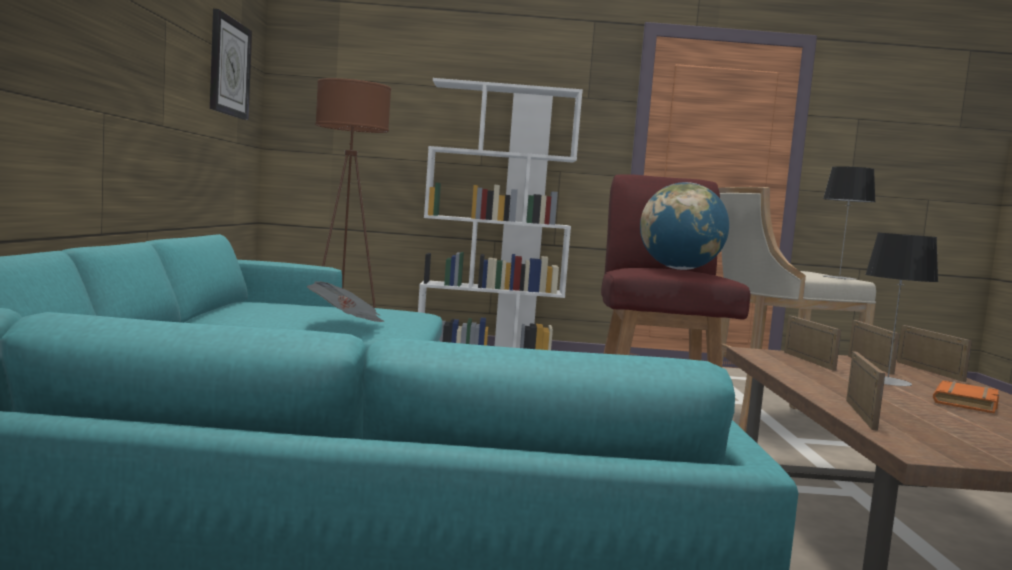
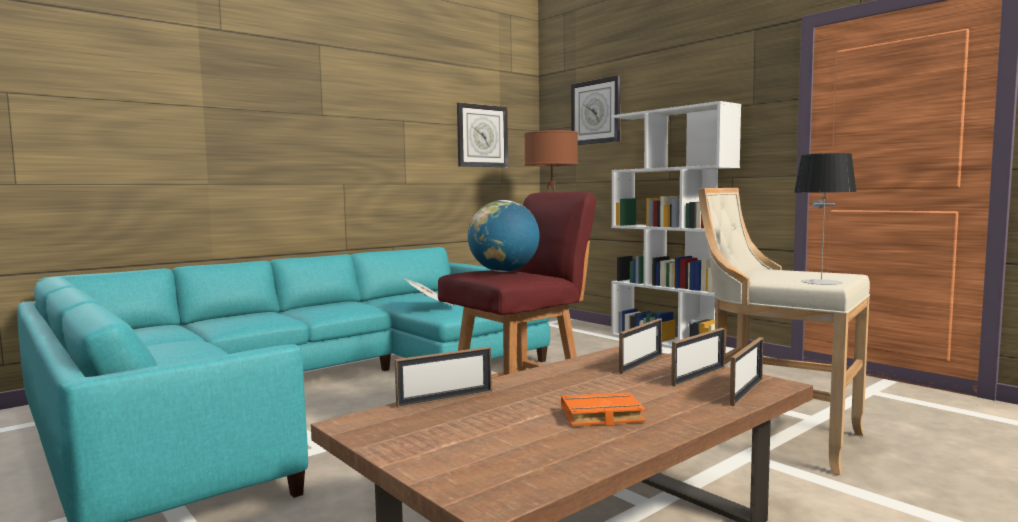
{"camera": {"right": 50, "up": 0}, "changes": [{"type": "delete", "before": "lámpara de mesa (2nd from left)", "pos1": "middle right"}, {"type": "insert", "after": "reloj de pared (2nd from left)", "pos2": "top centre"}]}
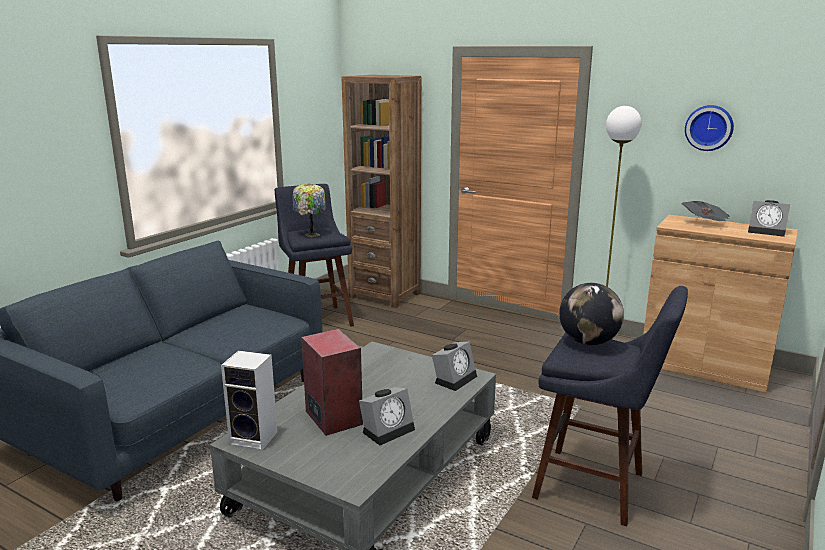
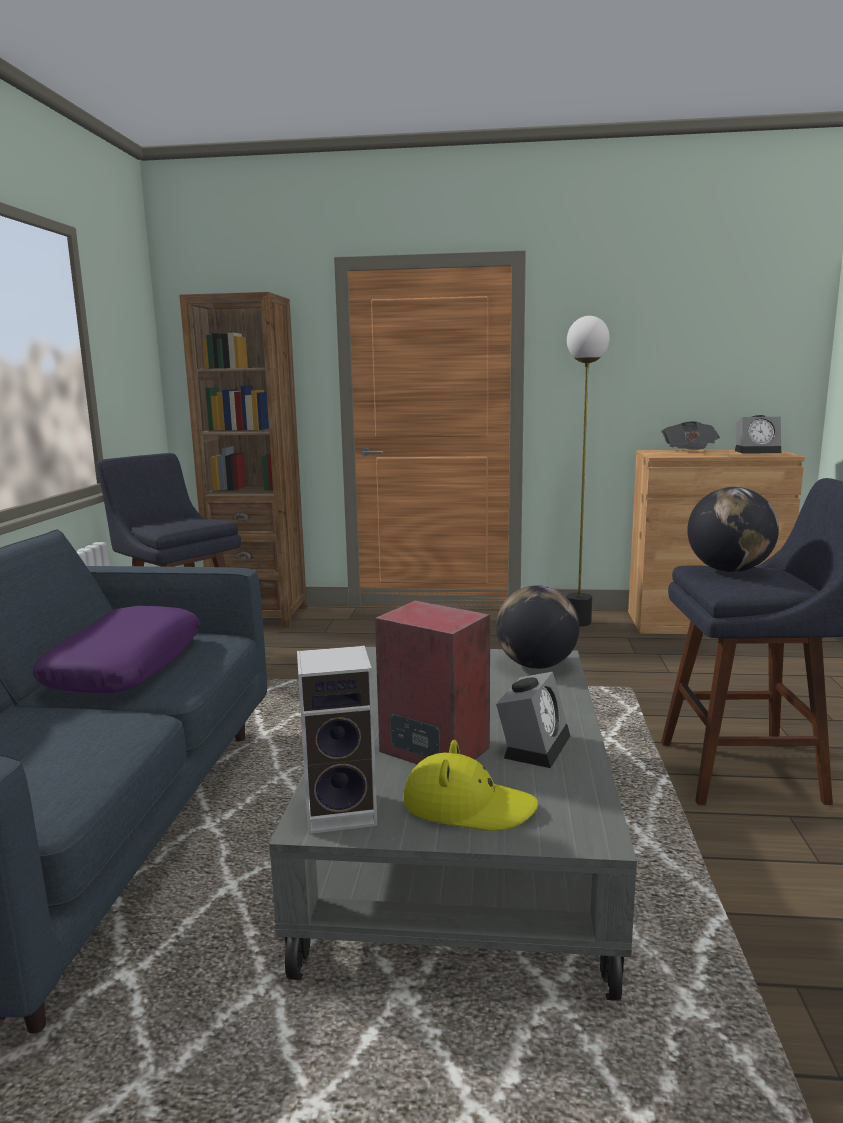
{"camera": {"right": -25, "up": -5}, "changes": [{"type": "delete", "before": "lámpara de mesa", "pos1": "centre"}, {"type": "delete", "before": "reloj de pared", "pos1": "top right"}, {"type": "insert", "after": "cojín [morado]", "pos2": "middle left"}, {"type": "insert", "after": "sombrero [amarillo]", "pos2": "bottom centre"}, {"type": "replace", "before": "despertador (2nd from left)", "after": "globo terráqueo (1st from left)", "pos1": "centre", "pos2": "centre"}]}
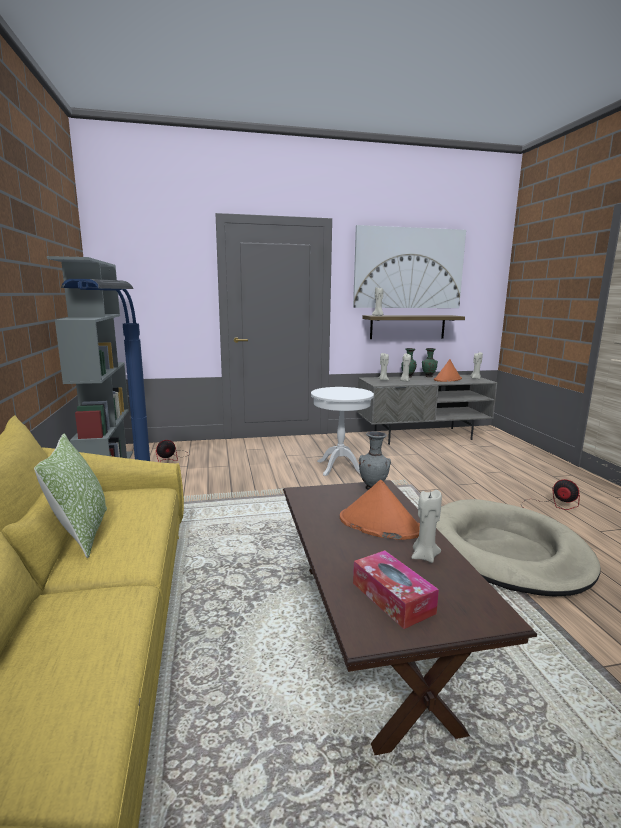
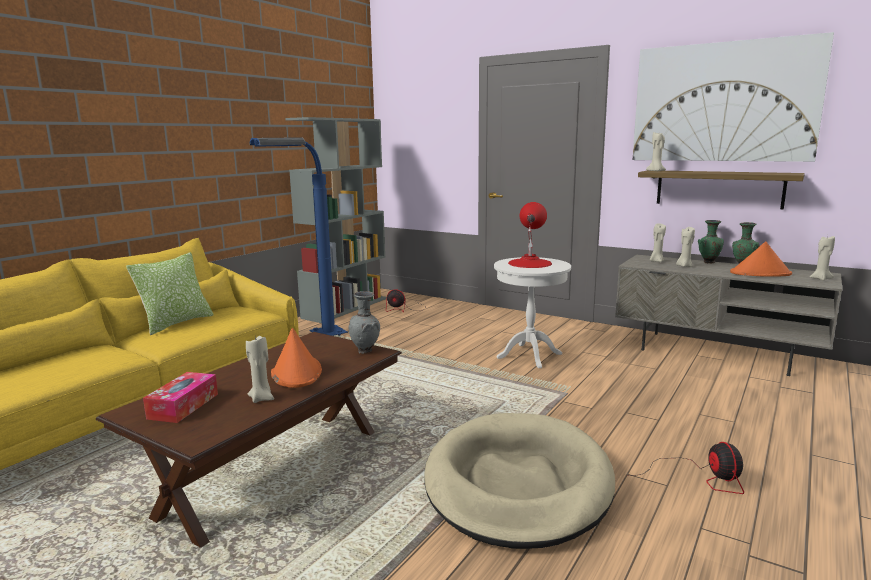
{"camera": {"right": 45, "up": 0}, "changes": [{"type": "insert", "after": "lámpara de mesa [rojo]", "pos2": "centre"}]}
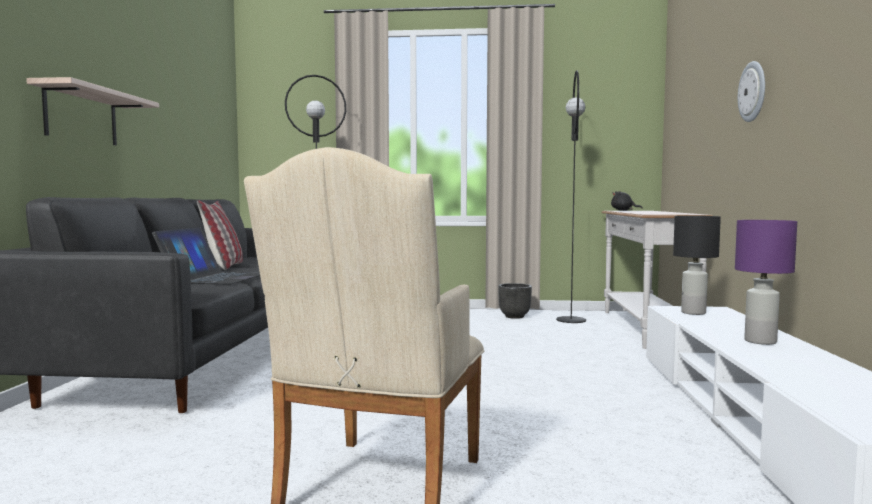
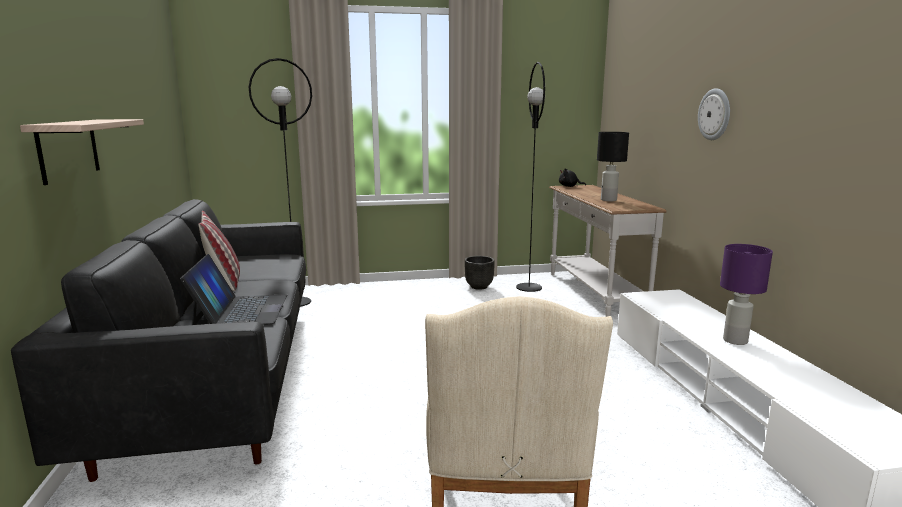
{"camera": {"right": -15, "up": 10}, "changes": [{"type": "move", "before": "lámpara de mesa [negro]", "pos1": "middle right", "pos2": "top right"}]}
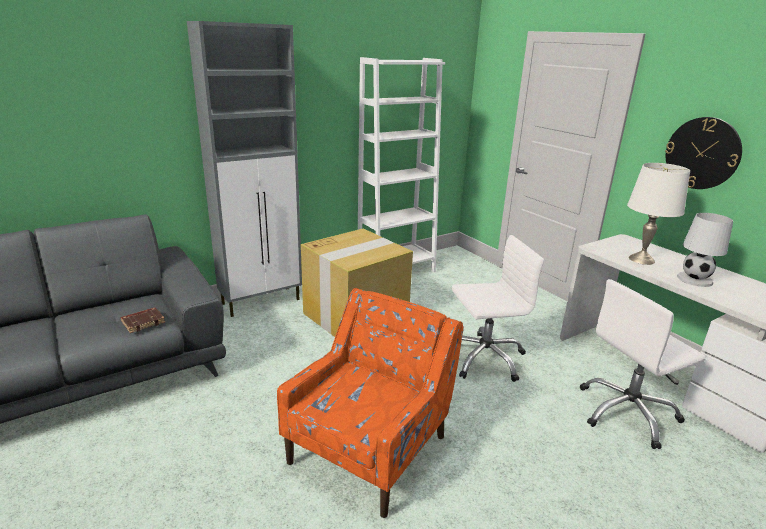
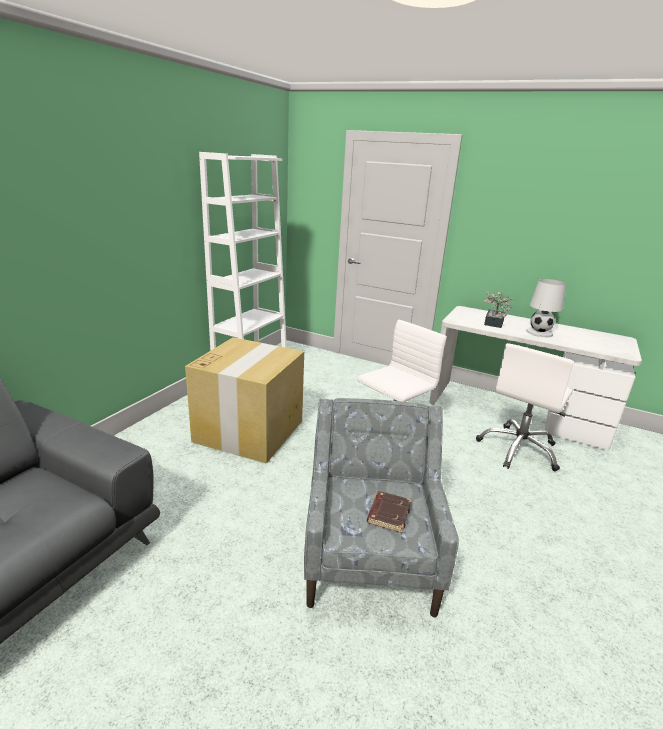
{"camera": {"right": -30, "up": 0}, "changes": [{"type": "delete", "before": "armario [gris]", "pos1": "top left"}, {"type": "delete", "before": "reloj de pared", "pos1": "top right"}, {"type": "move", "before": "libro [marrón]", "pos1": "middle left", "pos2": "bottom centre"}, {"type": "replace", "before": "lámpara de mesa [blanco] (1st from left)", "after": "planta en maceta", "pos1": "middle right", "pos2": "middle right"}, {"type": "recolor", "before": "sillón [naranja]", "after": "sillón [gris]", "pos1": "bottom centre", "pos2": "bottom centre"}]}
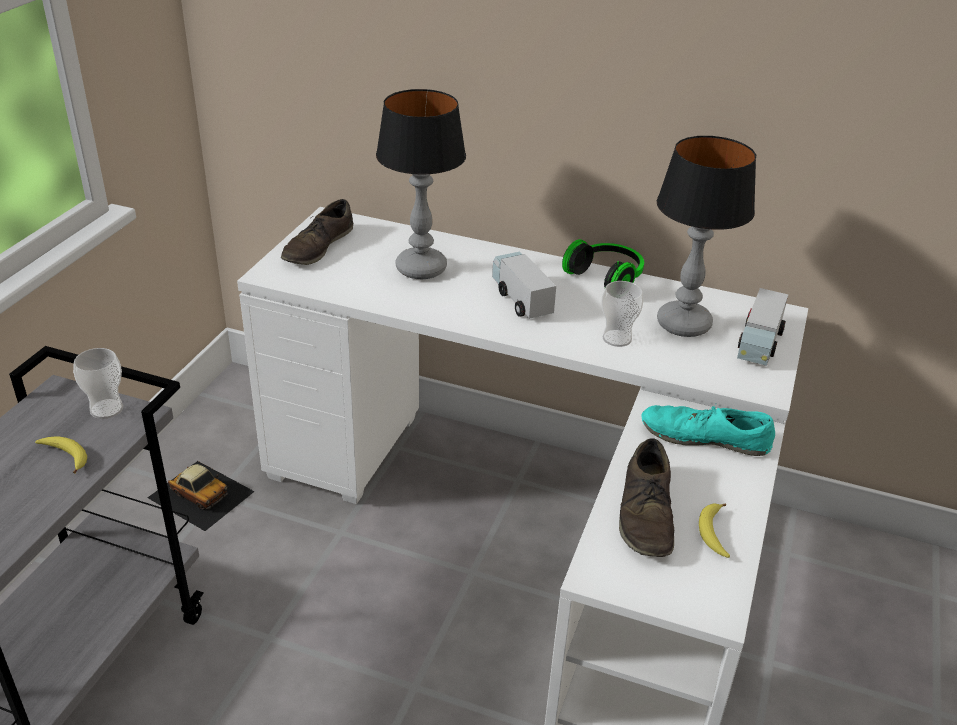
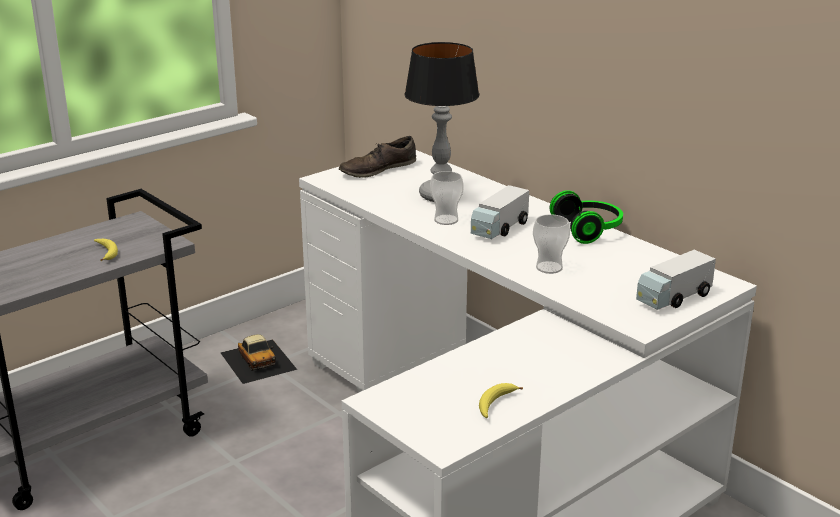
{"camera": {"right": 30, "up": -10}, "changes": [{"type": "delete", "before": "zapato [marrón] (2nd from left)", "pos1": "bottom right"}, {"type": "delete", "before": "zapato [turquesa]", "pos1": "middle right"}, {"type": "delete", "before": "lámpara de mesa (2nd from left)", "pos1": "top right"}, {"type": "move", "before": "taza (1st from left)", "pos1": "middle left", "pos2": "centre"}, {"type": "rotate", "before": "camión de juguete (1st from left)", "pos1": "centre", "pos2": "centre", "turn": -150}]}
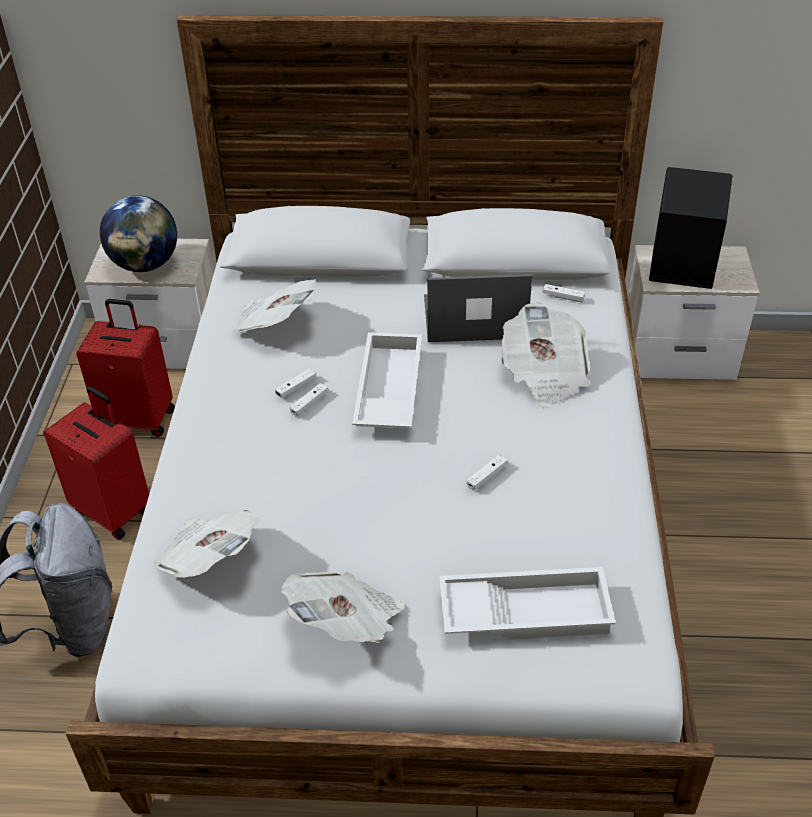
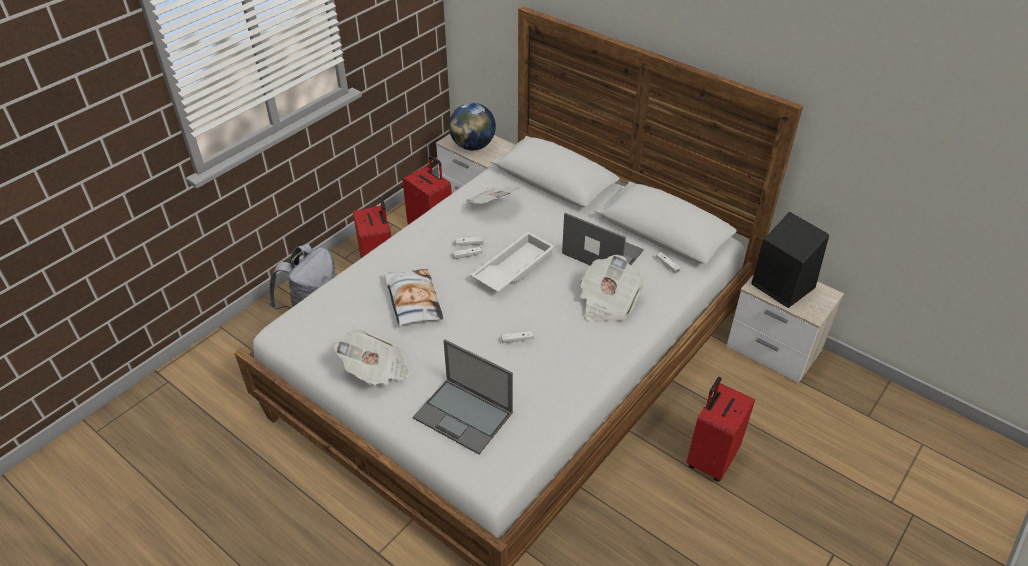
{"camera": {"right": 35, "up": 0}, "changes": [{"type": "delete", "before": "periódico (1st from left)", "pos1": "middle left"}, {"type": "insert", "after": "cojín", "pos2": "centre"}, {"type": "insert", "after": "maleta [rojo] (3rd from left)", "pos2": "bottom right"}, {"type": "replace", "before": "bandeja [blanco] (2nd from left)", "after": "portátil (1st from left)", "pos1": "bottom centre", "pos2": "bottom centre"}]}
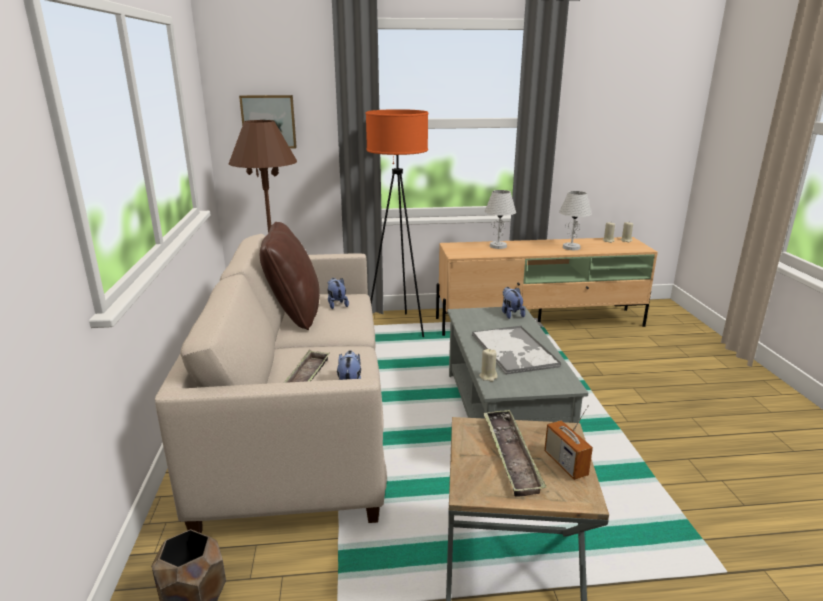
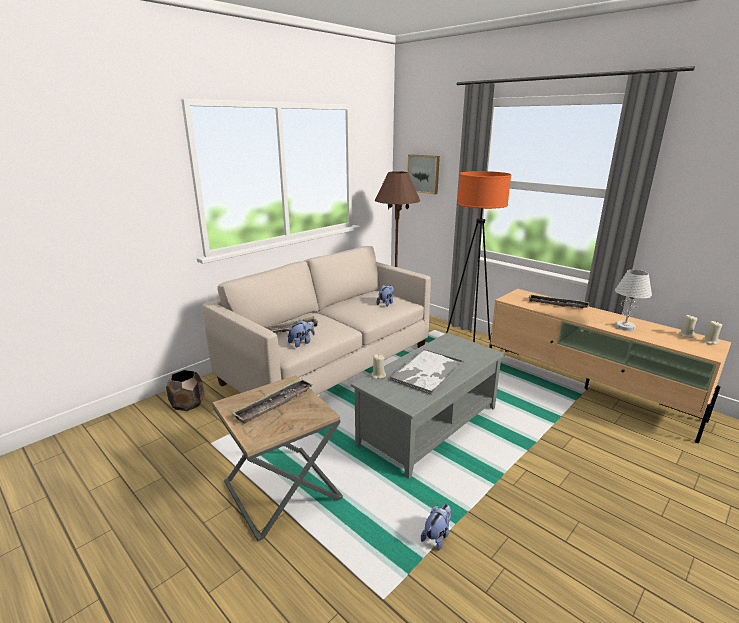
{"camera": {"right": 50, "up": 0}, "changes": [{"type": "delete", "before": "cojín [marrón]", "pos1": "centre"}, {"type": "delete", "before": "radio", "pos1": "bottom right"}, {"type": "move", "before": "peluche (3rd from left)", "pos1": "centre", "pos2": "bottom centre"}, {"type": "replace", "before": "lámpara de mesa [blanco] (1st from left)", "after": "bandeja (4th from left)", "pos1": "centre", "pos2": "middle right"}]}
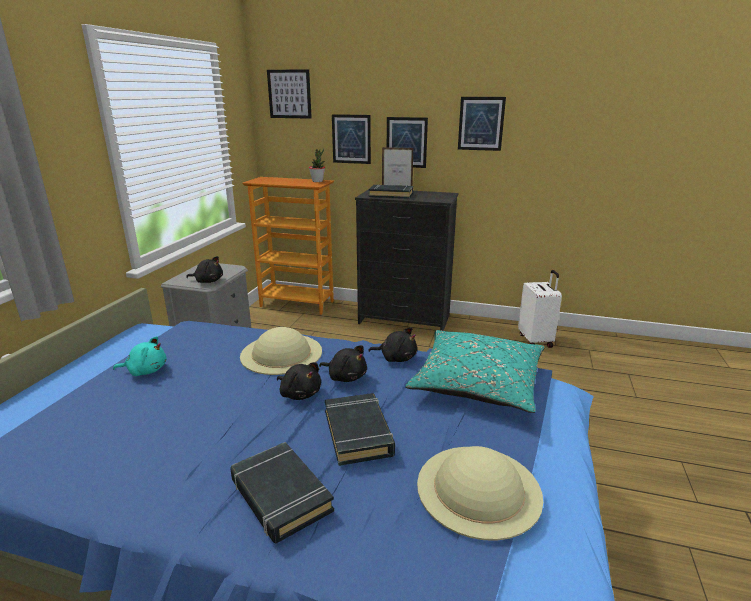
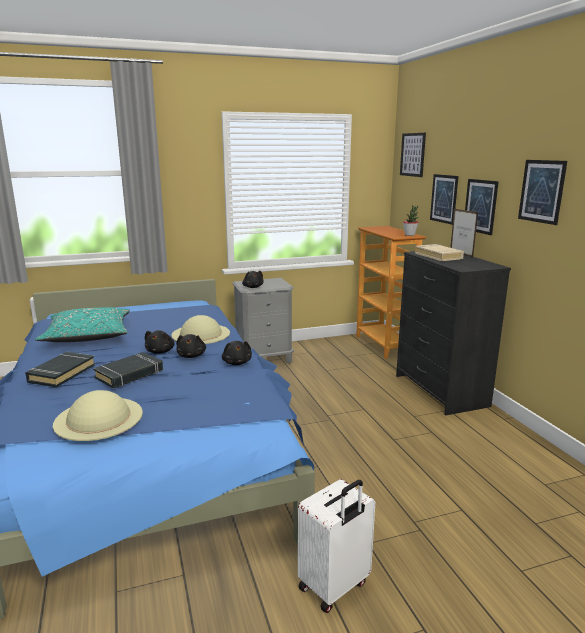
{"camera": {"right": 55, "up": -5}, "changes": [{"type": "delete", "before": "peluche [turquesa]", "pos1": "middle left"}, {"type": "move", "before": "cojín [turquesa]", "pos1": "centre", "pos2": "middle left"}, {"type": "move", "before": "maleta [blanco]", "pos1": "middle right", "pos2": "bottom centre"}, {"type": "recolor", "before": "libro [negro] (3rd from left)", "after": "libro [beis]", "pos1": "top centre", "pos2": "middle right"}]}
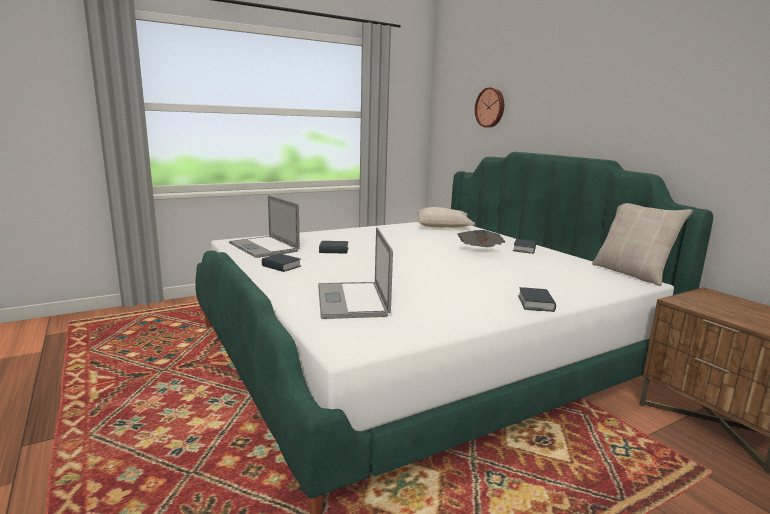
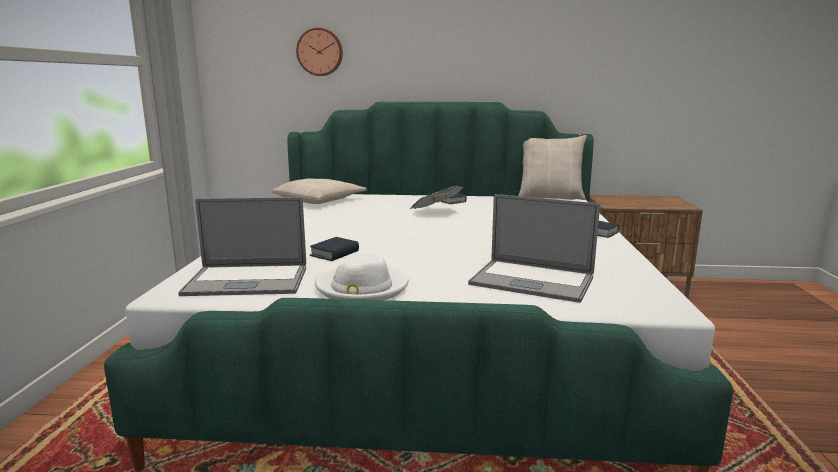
{"camera": {"right": -55, "up": 0}, "changes": [{"type": "replace", "before": "libro (1st from left)", "after": "sombrero [blanco]", "pos1": "centre", "pos2": "centre"}]}
